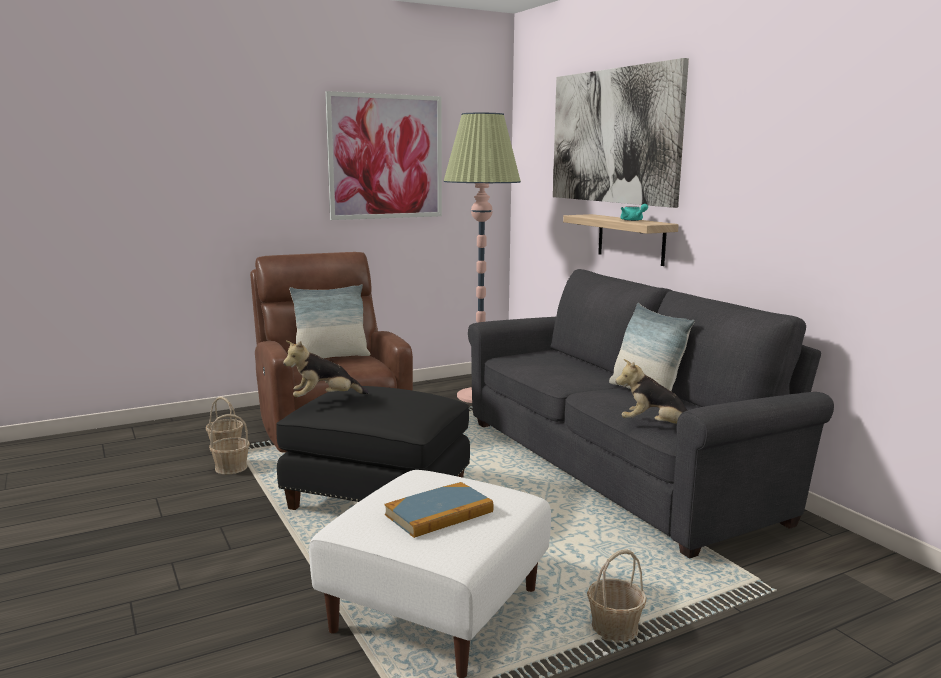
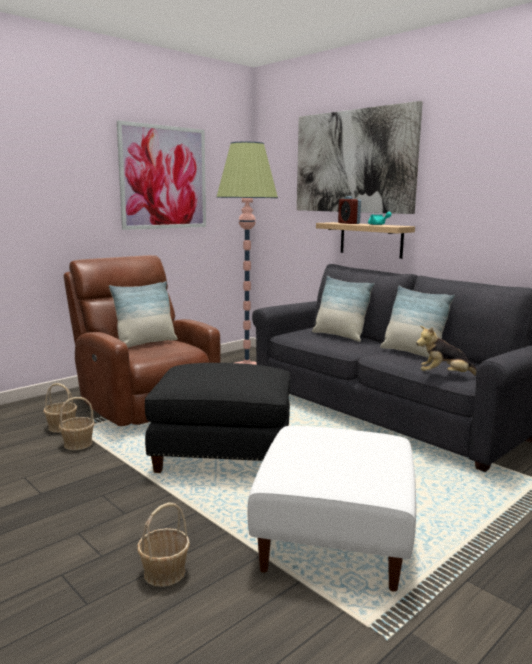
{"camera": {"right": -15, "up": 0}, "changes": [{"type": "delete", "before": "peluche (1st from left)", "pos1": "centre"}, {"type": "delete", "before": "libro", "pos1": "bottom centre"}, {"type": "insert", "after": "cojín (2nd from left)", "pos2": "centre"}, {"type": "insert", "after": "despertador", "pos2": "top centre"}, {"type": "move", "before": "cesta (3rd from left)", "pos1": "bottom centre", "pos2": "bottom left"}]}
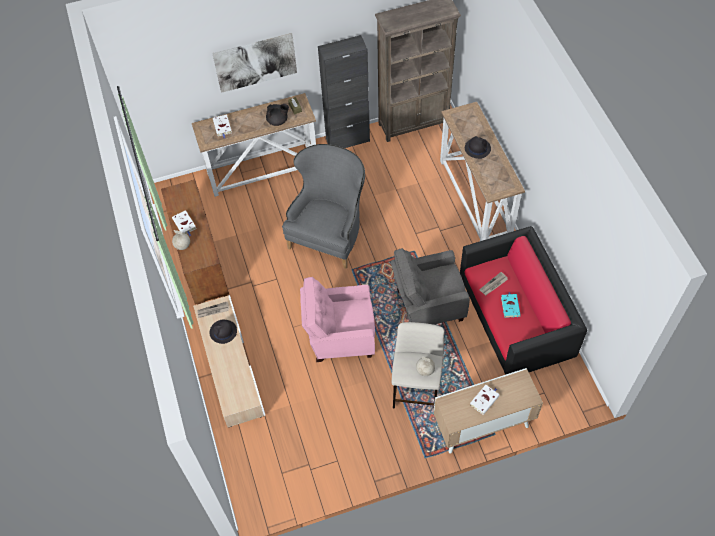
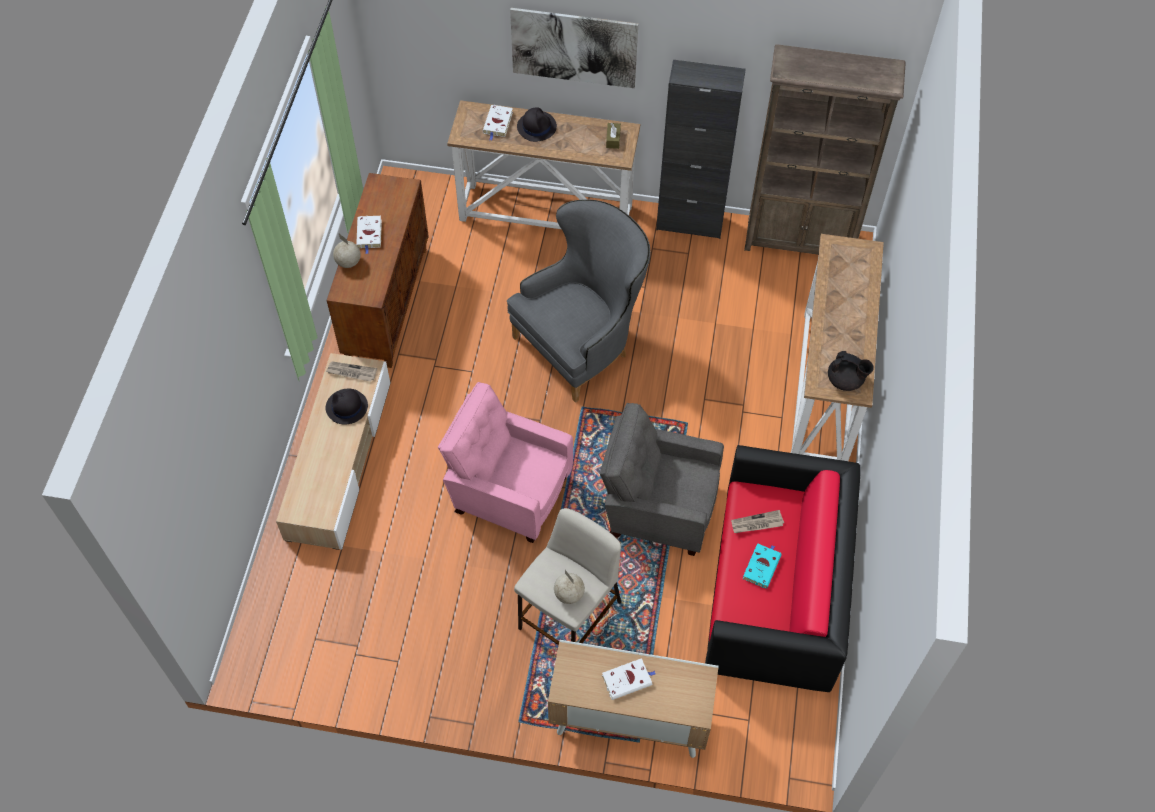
{"camera": {"right": 25, "up": 0}, "changes": [{"type": "move", "before": "tetera [negro]", "pos1": "top centre", "pos2": "middle right"}, {"type": "move", "before": "sombrero [negro] (2nd from left)", "pos1": "top right", "pos2": "top centre"}]}
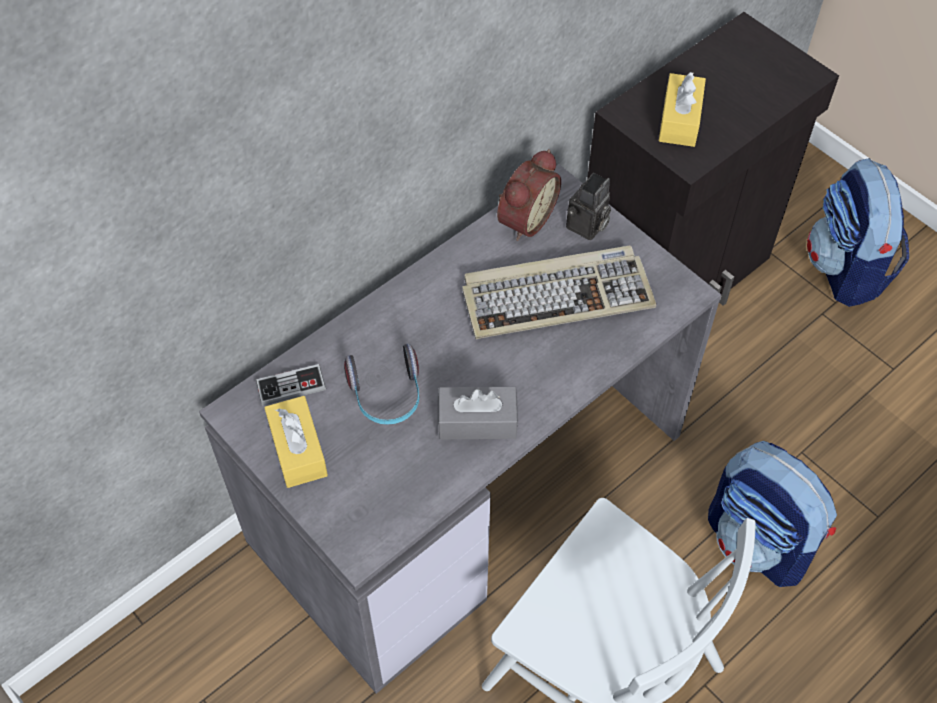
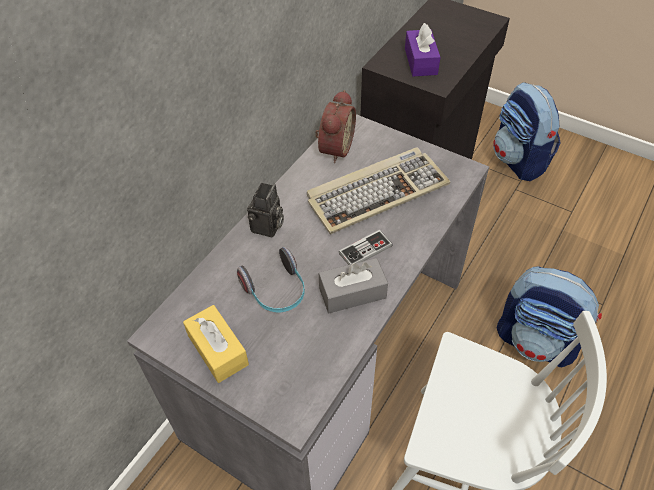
{"camera": {"right": -15, "up": -5}, "changes": [{"type": "move", "before": "mando de consola", "pos1": "middle left", "pos2": "centre"}, {"type": "move", "before": "cámara", "pos1": "top centre", "pos2": "centre"}, {"type": "recolor", "before": "caja de pañuelos [amarillo] (2nd from left)", "after": "caja de pañuelos [morado]", "pos1": "top right", "pos2": "top centre"}]}
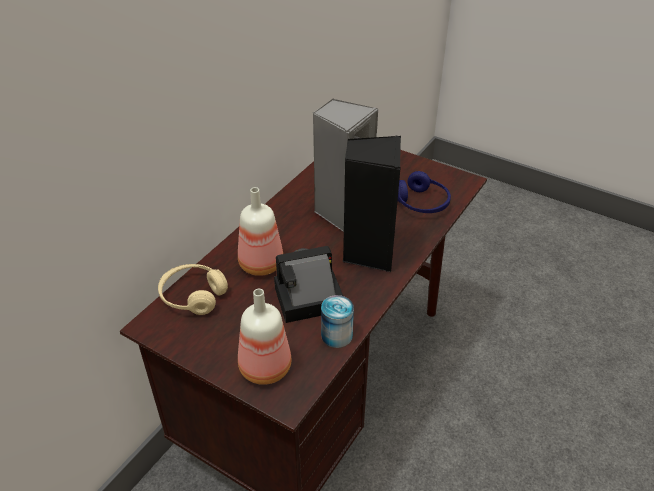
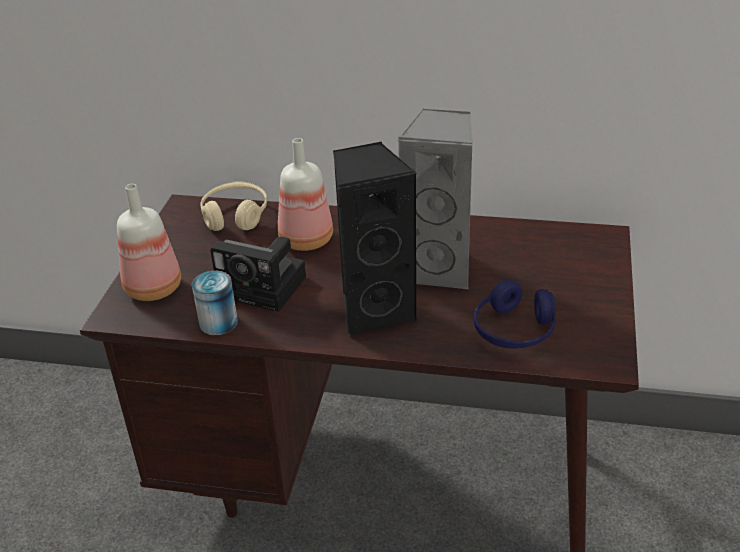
{"camera": {"right": 70, "up": -5}, "changes": [{"type": "rotate", "before": "cámara", "pos1": "centre", "pos2": "centre", "turn": 150}]}
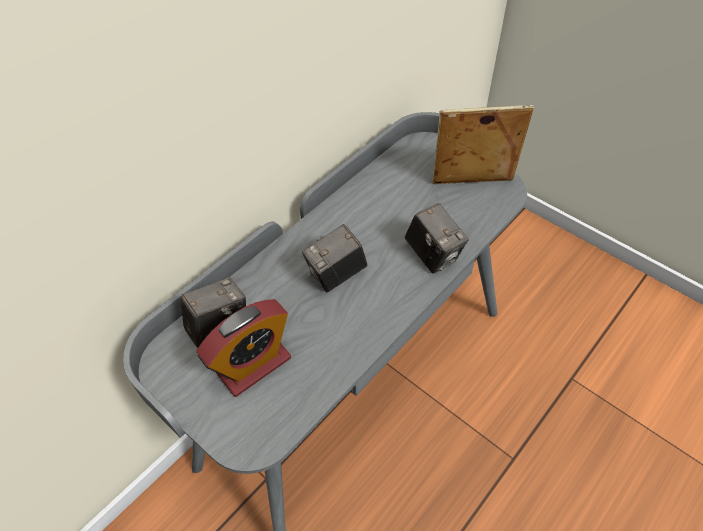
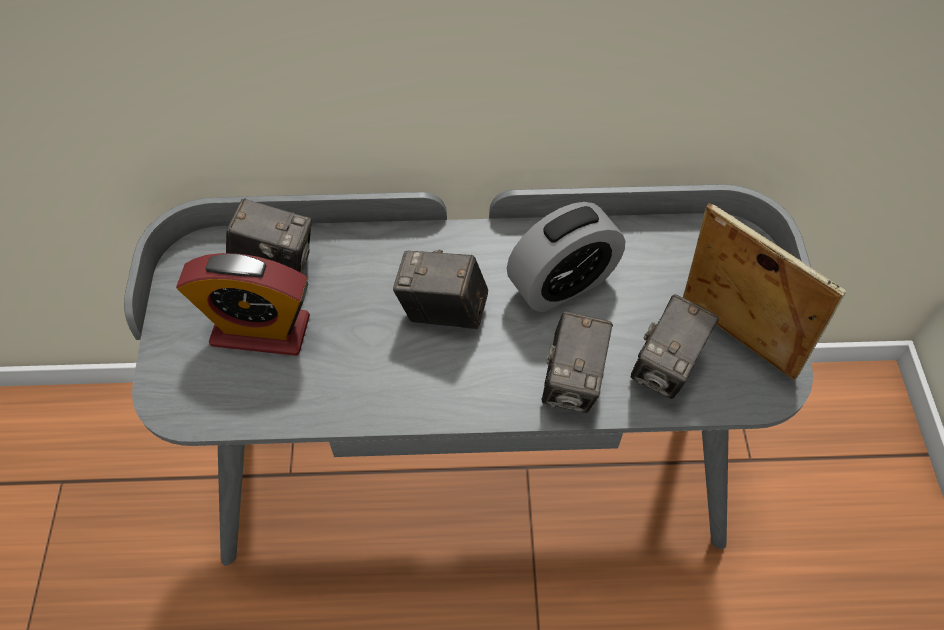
{"camera": {"right": 45, "up": 5}, "changes": [{"type": "insert", "after": "despertador (2nd from left)", "pos2": "centre"}, {"type": "insert", "after": "cámara (4th from left)", "pos2": "middle right"}]}
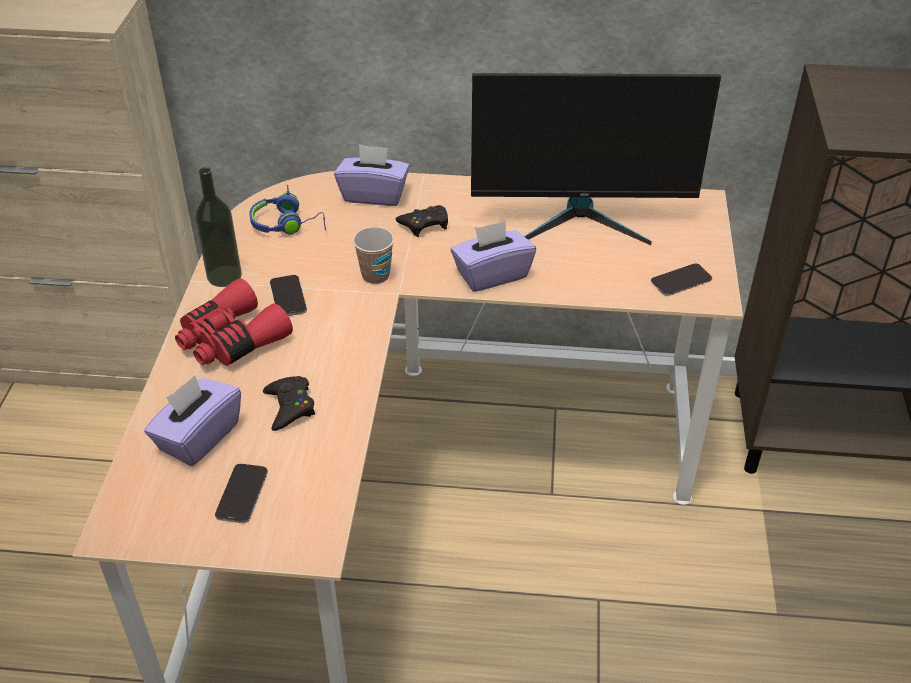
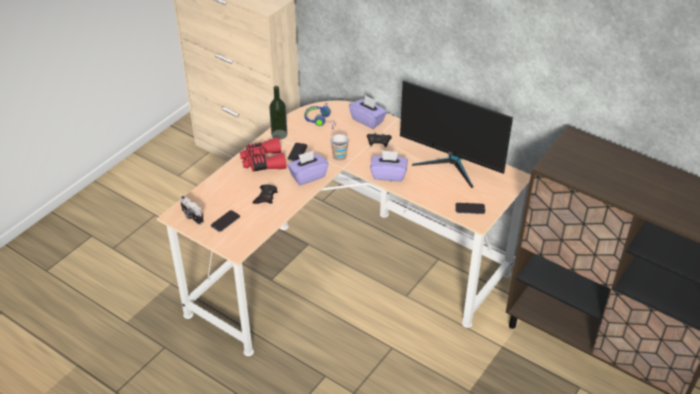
{"camera": {"right": 30, "up": 0}, "changes": [{"type": "insert", "after": "cámara", "pos2": "middle left"}, {"type": "move", "before": "caja de pañuelos [morado] (1st from left)", "pos1": "middle left", "pos2": "centre"}]}
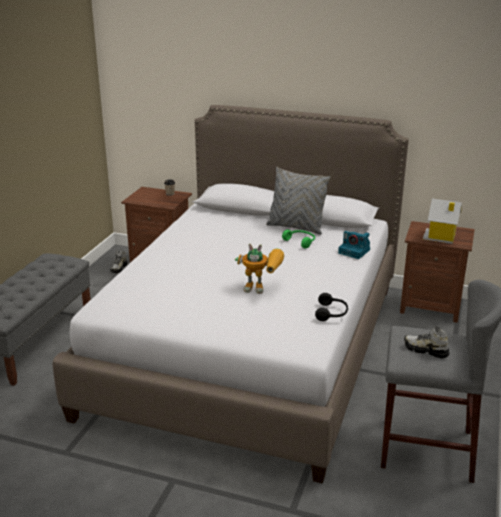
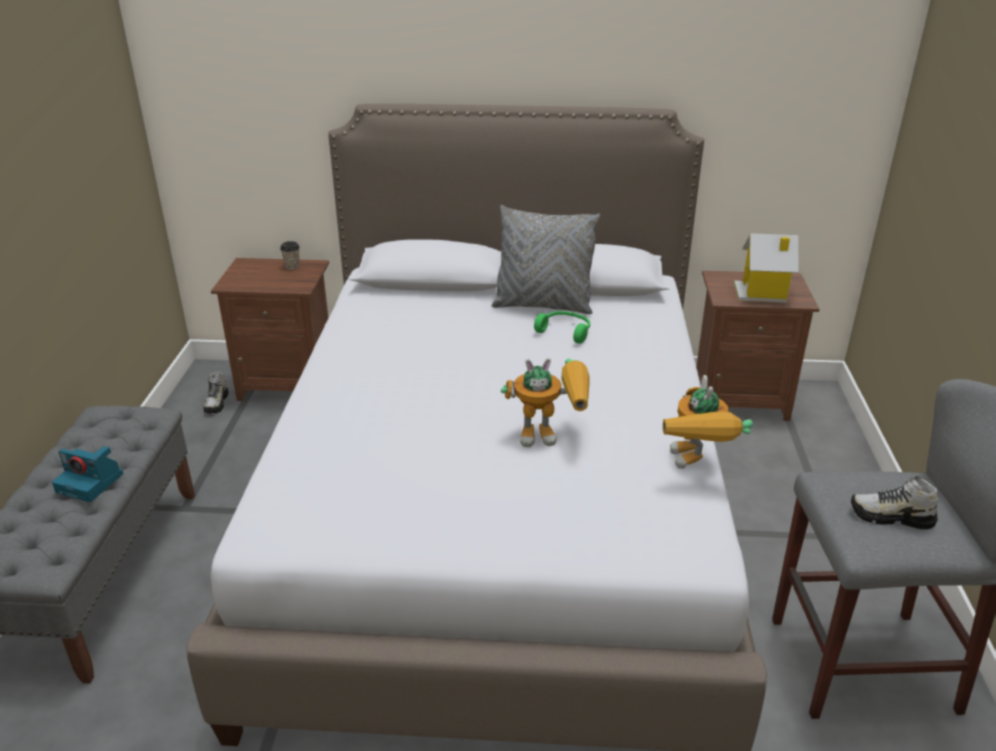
{"camera": {"right": -15, "up": 5}, "changes": [{"type": "move", "before": "cámara", "pos1": "middle right", "pos2": "middle left"}, {"type": "replace", "before": "auriculares [negro]", "after": "robot de juguete (2nd from left)", "pos1": "centre", "pos2": "middle right"}]}
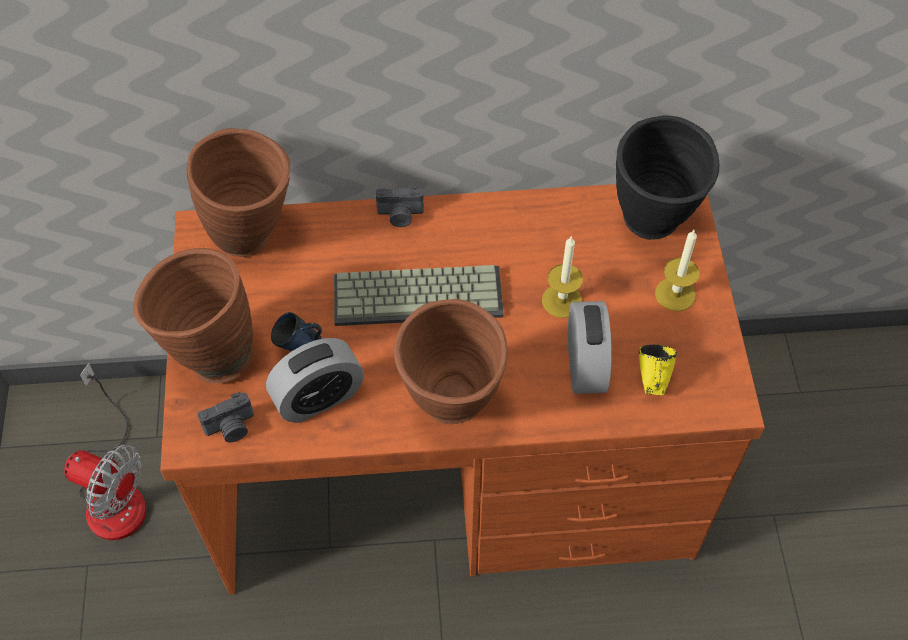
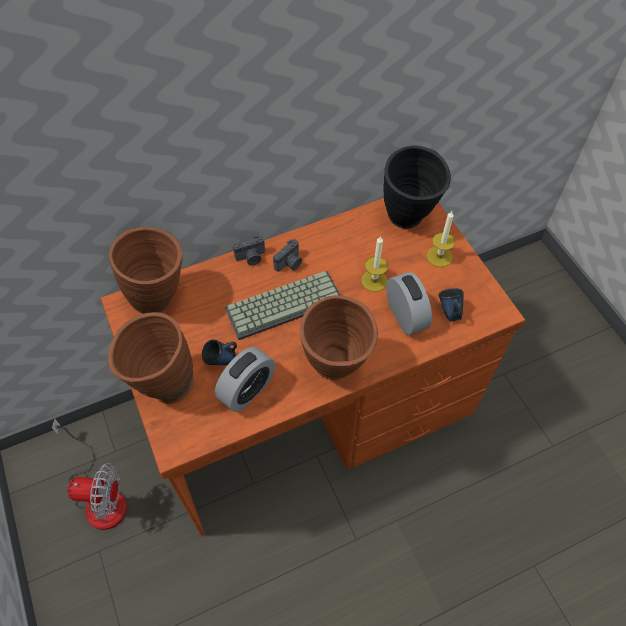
{"camera": {"right": -20, "up": 0}, "changes": [{"type": "move", "before": "cámara (1st from left in the first image)", "after": "cámara (2nd from left)", "pos1": "middle left", "pos2": "centre"}, {"type": "recolor", "before": "taza grande [amarillo]", "after": "taza grande [azul] (2nd from left)", "pos1": "middle right", "pos2": "middle right"}]}
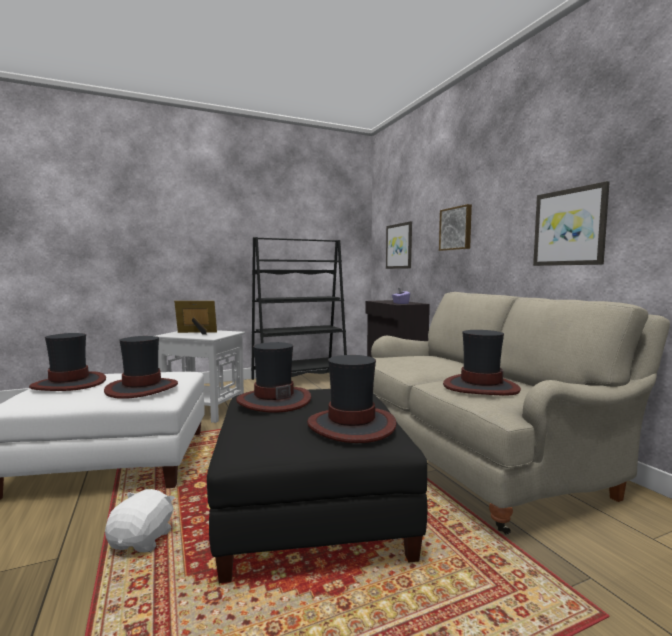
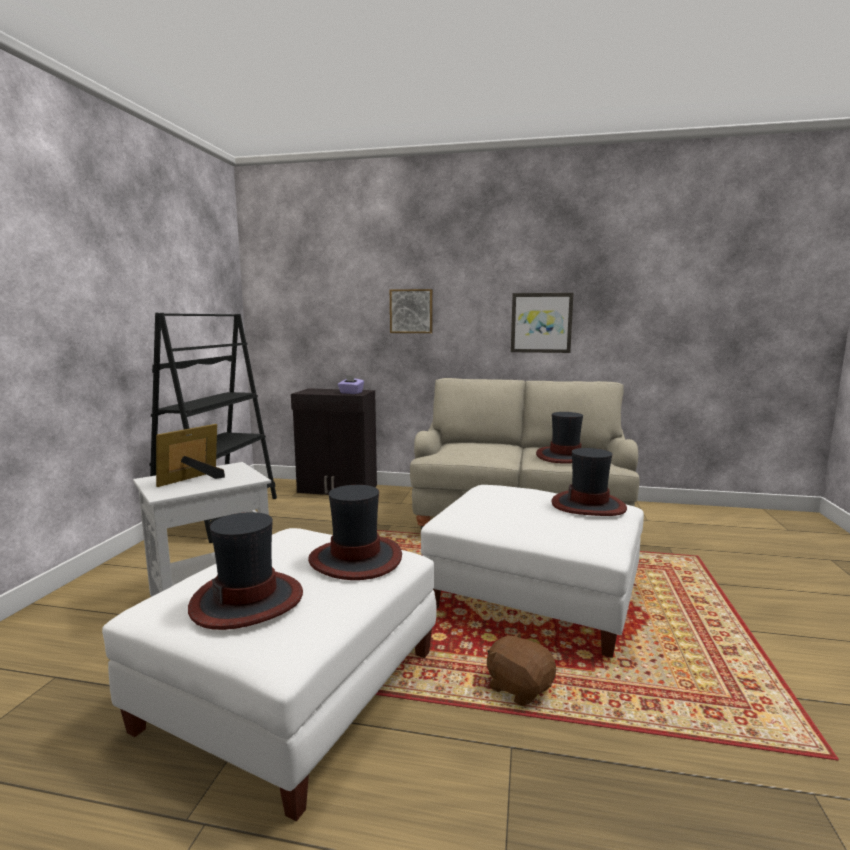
{"camera": {"right": -55, "up": 5}, "changes": [{"type": "delete", "before": "sombrero (3rd from left)", "pos1": "centre"}, {"type": "delete", "before": "cuadro (1st from left)", "pos1": "centre"}, {"type": "recolor", "before": "peluche [blanco]", "after": "peluche [marrón]", "pos1": "bottom left", "pos2": "bottom centre"}, {"type": "recolor", "before": "puf [negro]", "after": "puf [blanco] (2nd from left)", "pos1": "bottom centre", "pos2": "bottom centre"}]}
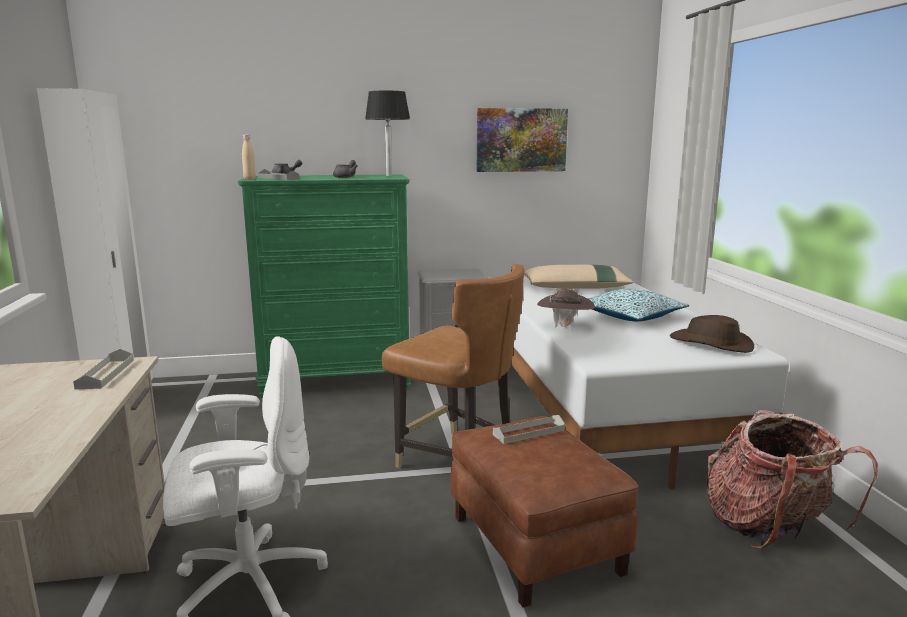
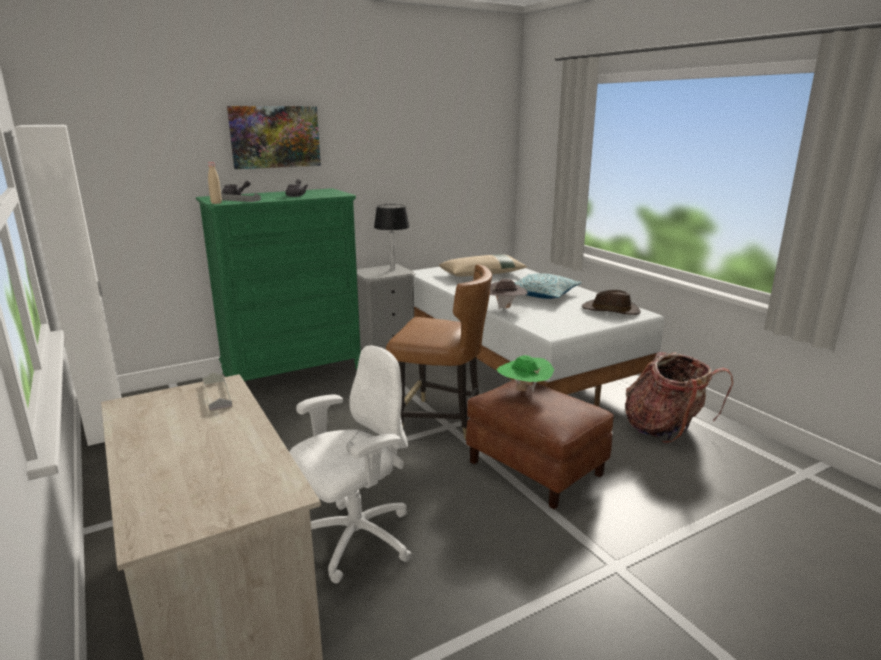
{"camera": {"right": -20, "up": 5}, "changes": [{"type": "move", "before": "lámpara de mesa [negro]", "pos1": "top centre", "pos2": "centre"}, {"type": "move", "before": "cuadro", "pos1": "top centre", "pos2": "top left"}, {"type": "replace", "before": "bandeja [gris] (3rd from left)", "after": "sombrero [verde]", "pos1": "bottom centre", "pos2": "centre"}]}
